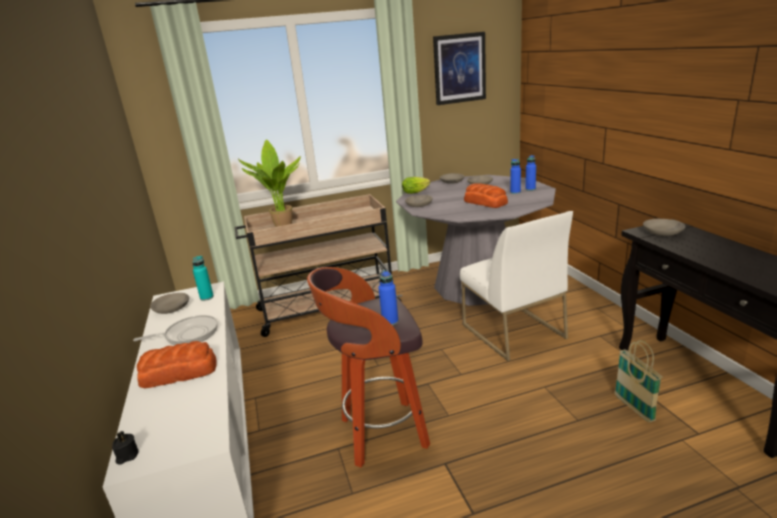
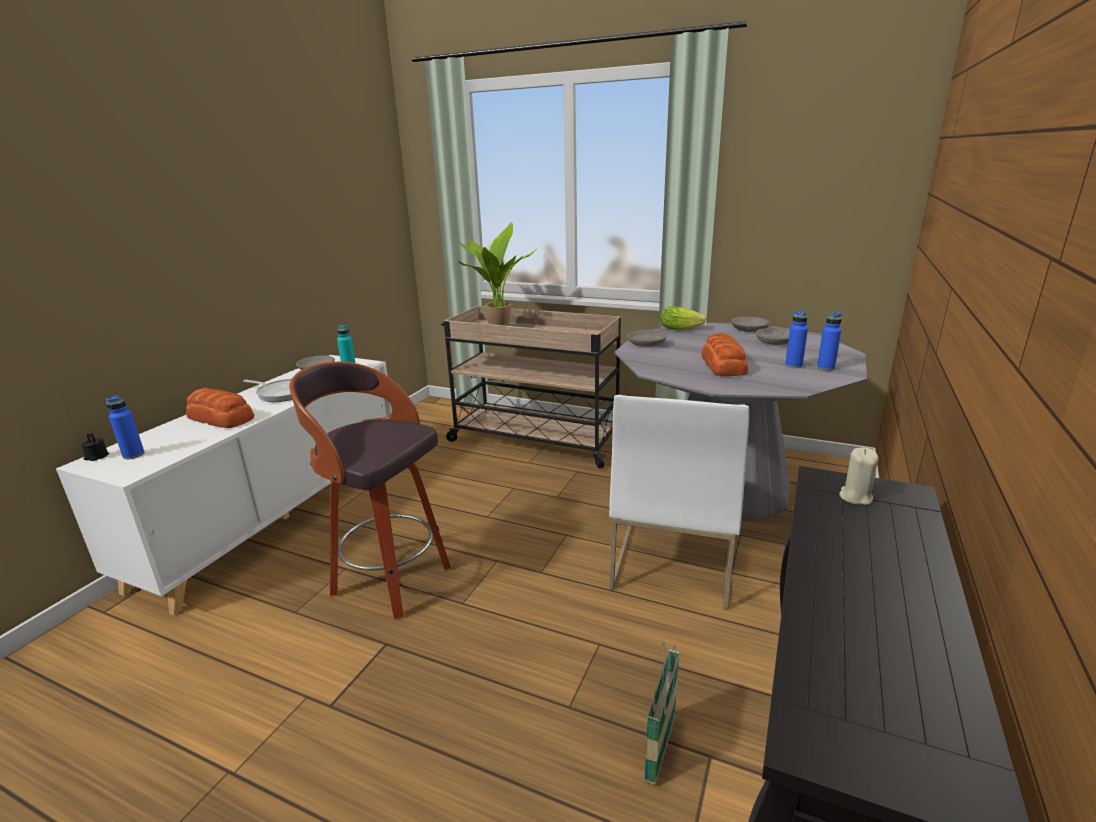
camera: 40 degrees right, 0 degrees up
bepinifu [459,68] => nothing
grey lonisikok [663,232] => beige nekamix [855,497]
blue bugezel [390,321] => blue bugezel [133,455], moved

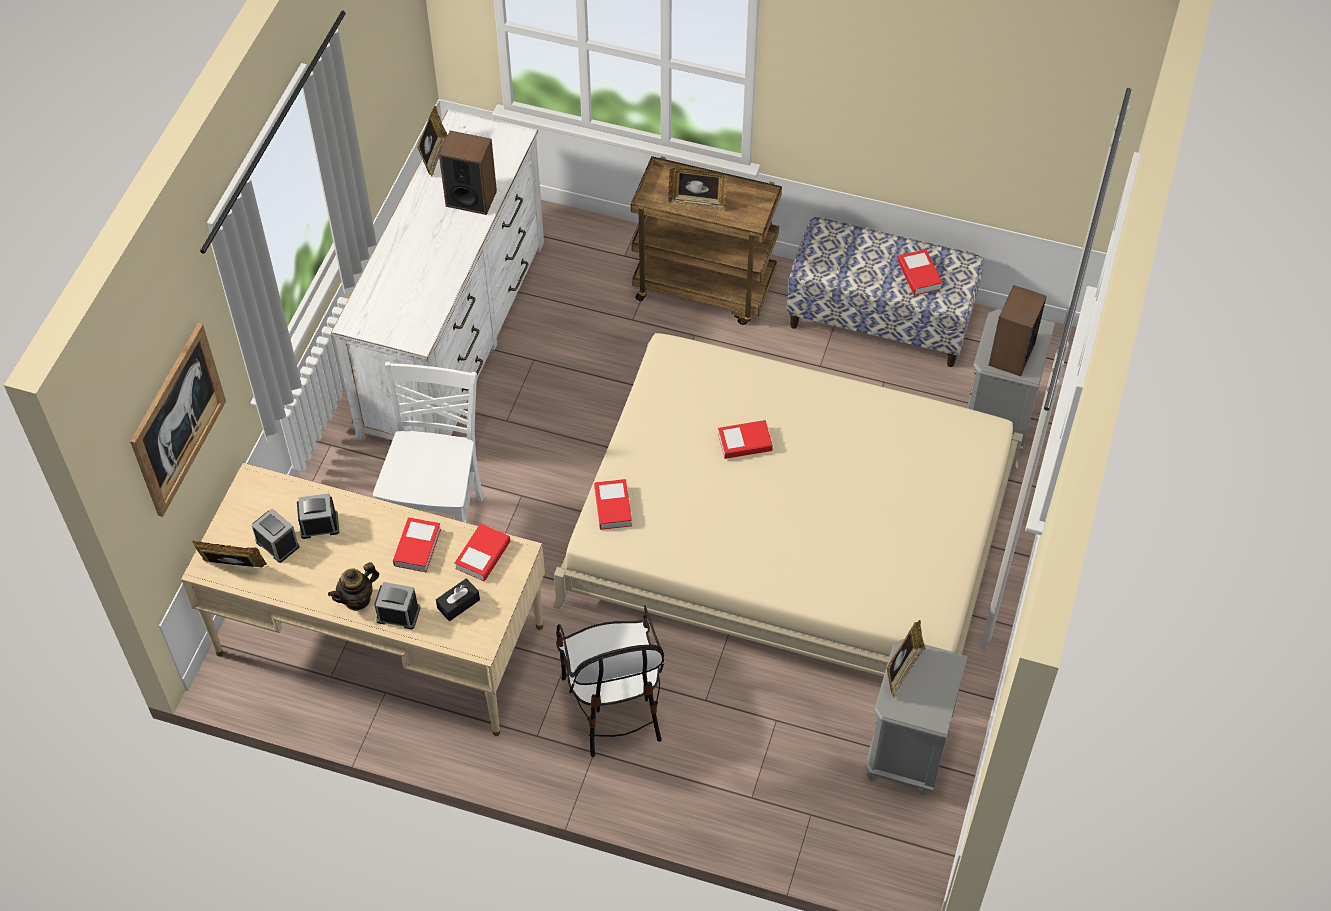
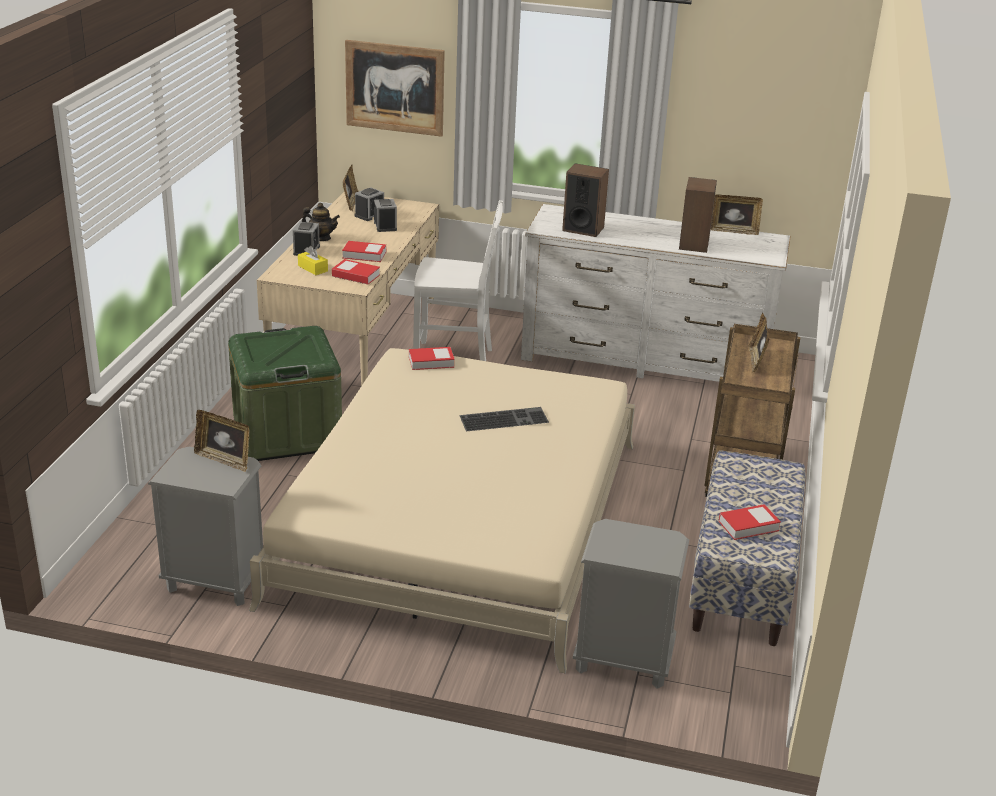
camera: 85 degrees right, 25 degrees down
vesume [1011,355] => vesume [583,229], moved
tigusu [744,442] => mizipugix [504,419]
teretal [357,599] => teretal [321,238], 150 degrees clockwise
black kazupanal [458,604] => yellow kazupanal [313,268]
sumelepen [613,706] => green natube [287,432]

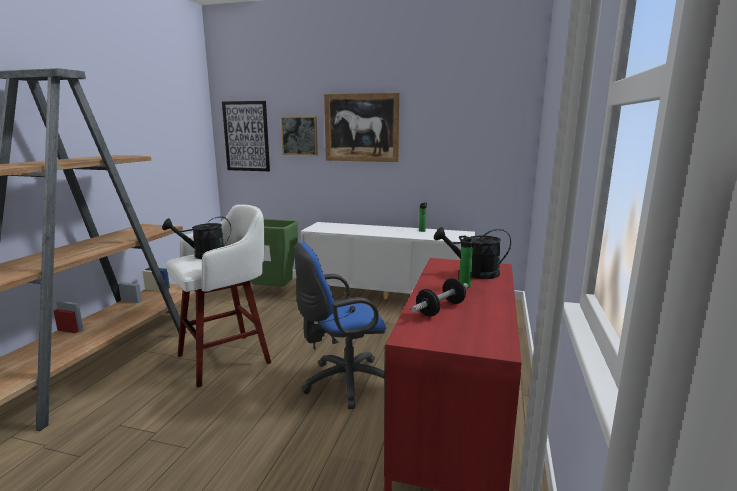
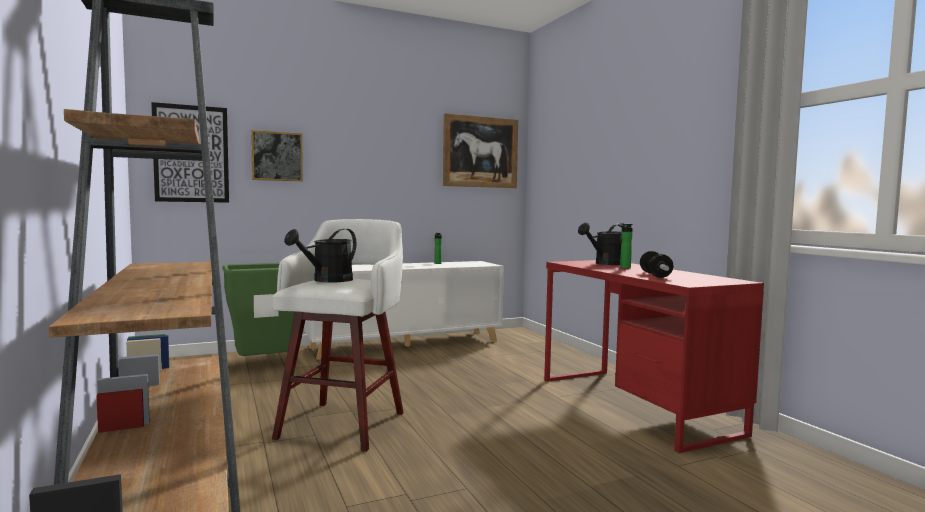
camera: 40 degrees left, 10 degrees down
bepinifu [361,127] => bepinifu [480,152], moved
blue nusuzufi [343,383] => nothing

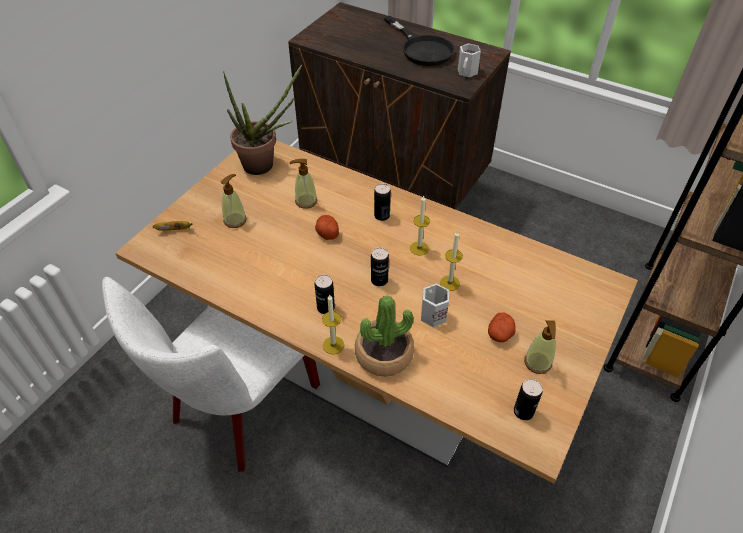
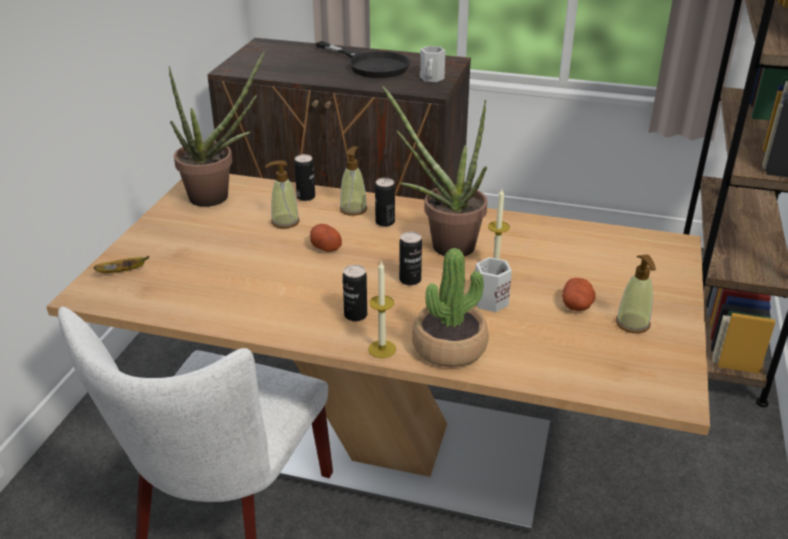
camera: 15 degrees left, 15 degrees down
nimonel [235,220] => nimonel [353,209], moved
nekamix [419,248] => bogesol [444,244]
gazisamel [523,411] => gazisamel [306,197], moved

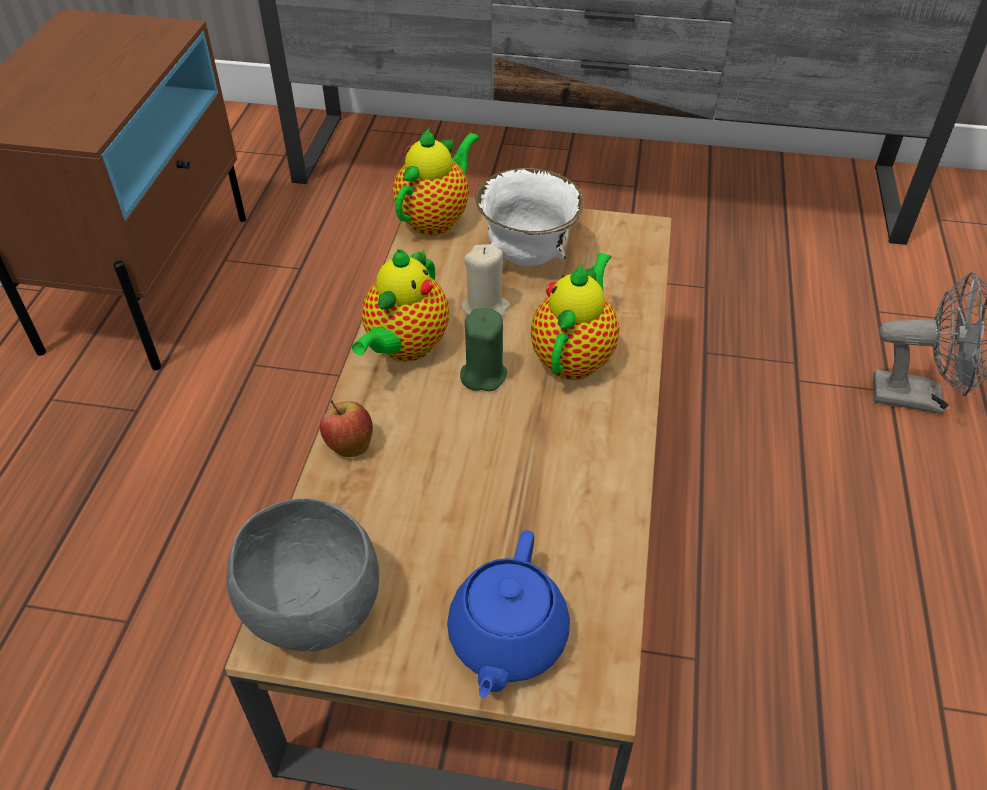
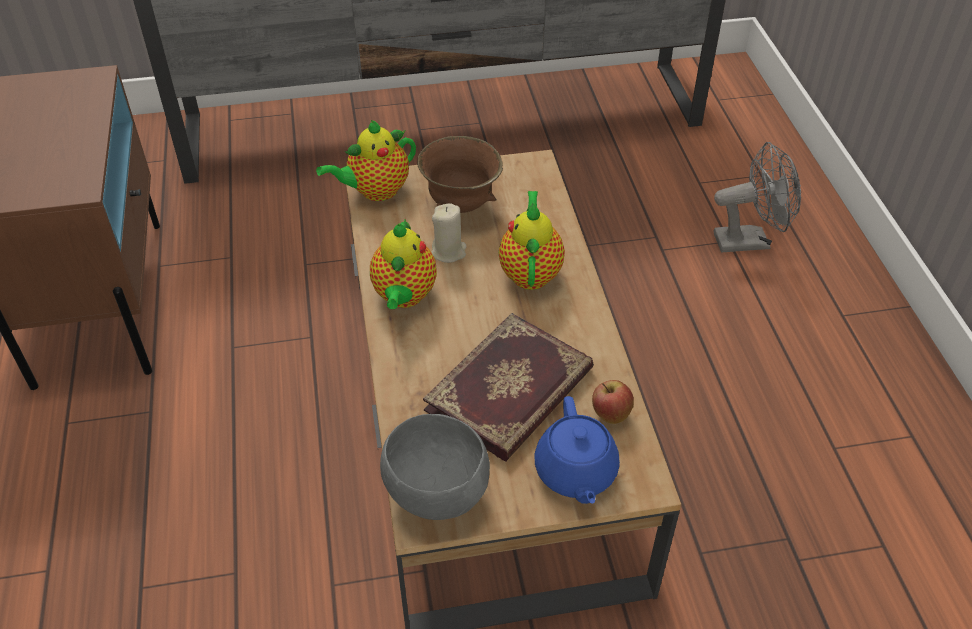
camera: 20 degrees left, 0 degrees up
teretal [436,219] => teretal [375,191], 135 degrees counterclockwise
white lonisikok [527,257] => brown lonisikok [460,206]
green nekamix [483,375] => nothing
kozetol [349,446] => kozetol [610,414], moved
nothing => tigusu [511,391]

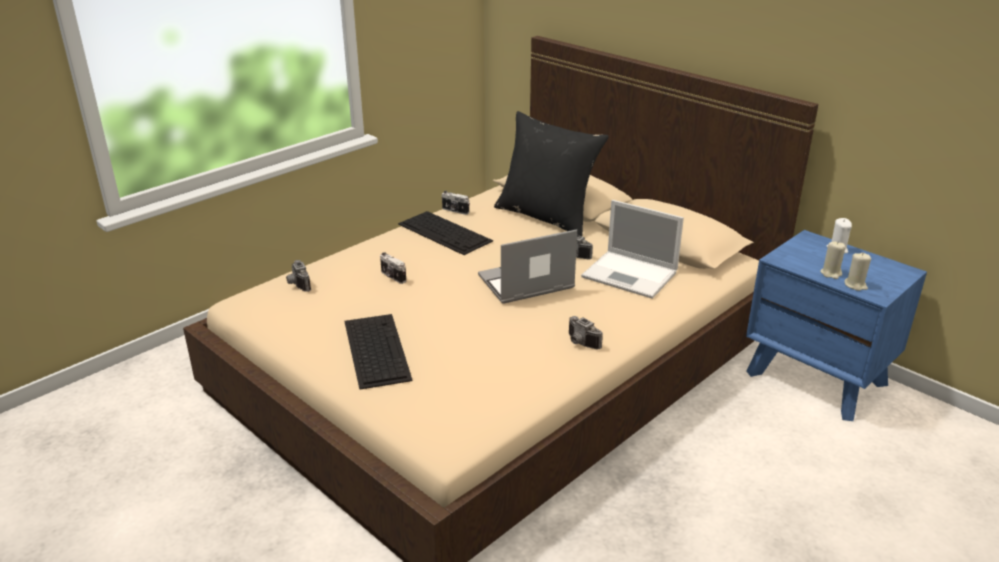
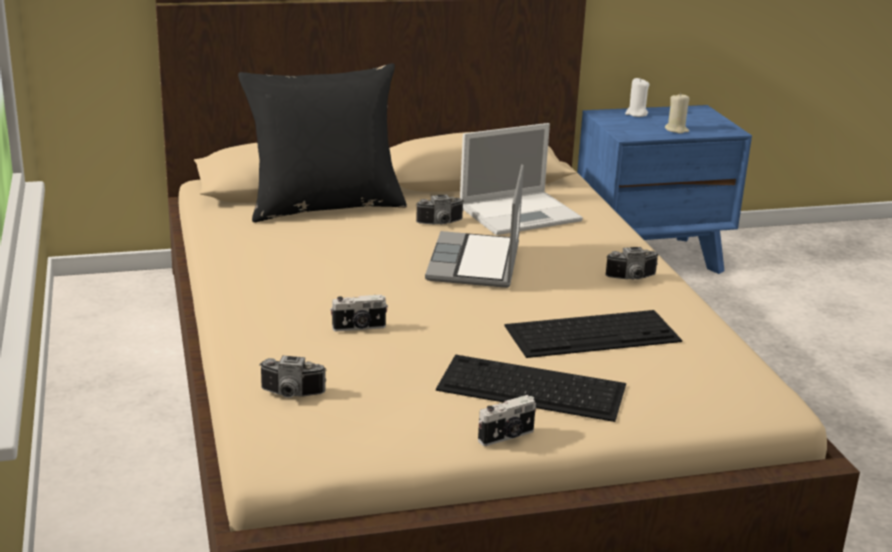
camera: 60 degrees left, 5 degrees down
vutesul [455,211] => vutesul [507,437], moved
mizipugix [445,232] => mizipugix [593,333], moved
beige nekamix [855,285] => nothing

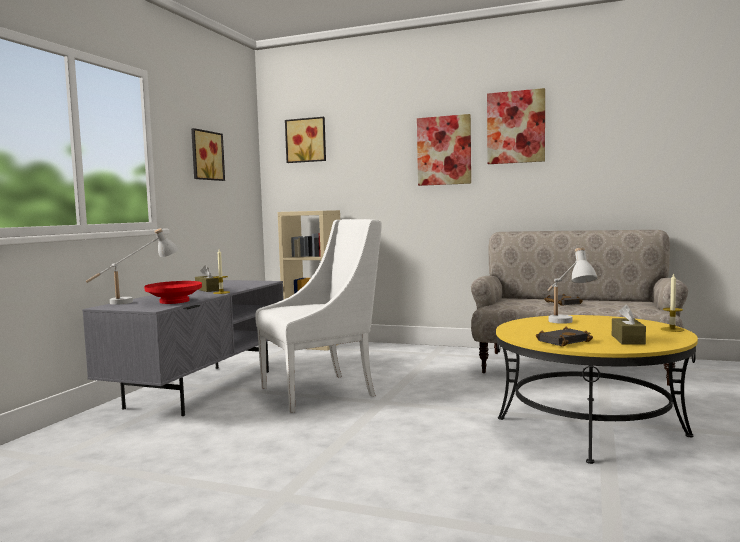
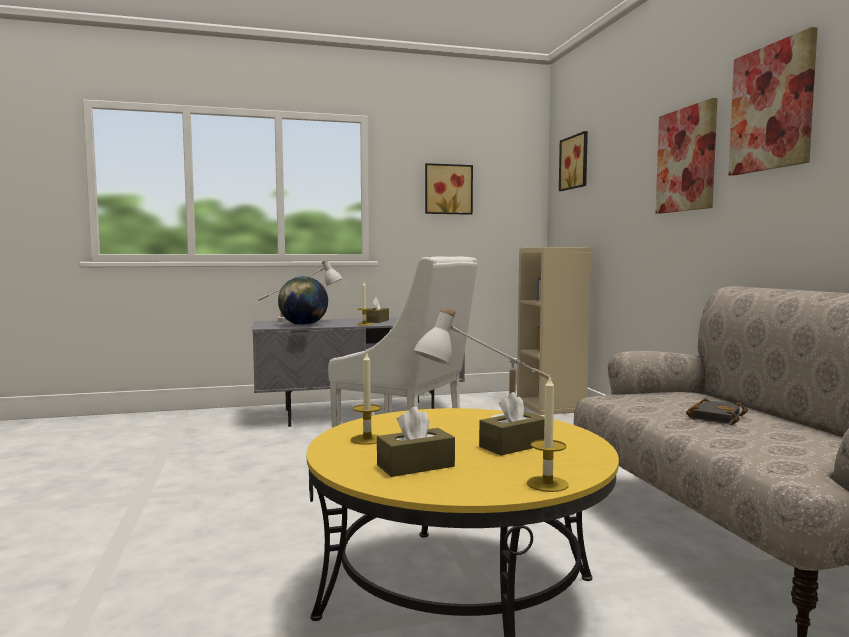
camera: 55 degrees right, 0 degrees up
red lonisikok [174,301] => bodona [303,325]
black tigusu [563,341] => nekamix [367,439]
nothing => brown kazupanal [513,445]

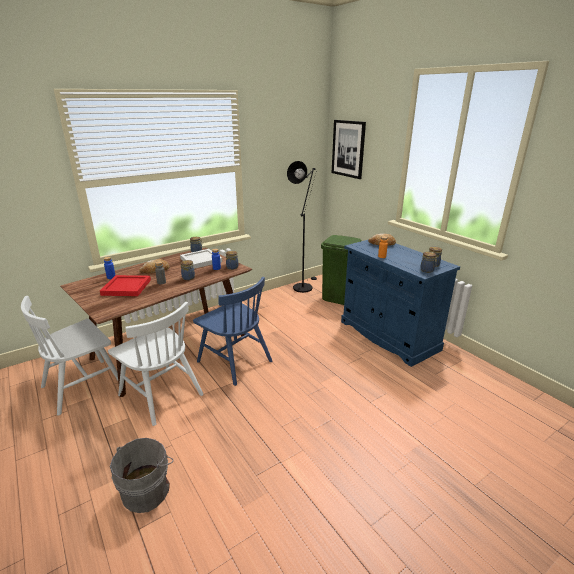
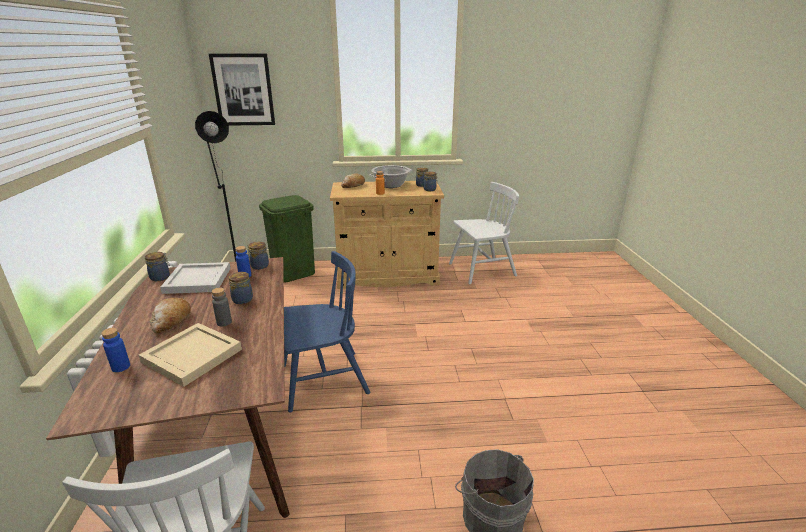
camera: 60 degrees left, 0 degrees up
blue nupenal [388,335] => beige nupenal [387,276]
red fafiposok [127,287] => beige fafiposok [192,355]
white sumelepen [161,394] => white sumelepen [481,270], moved
nothing => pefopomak [391,185]

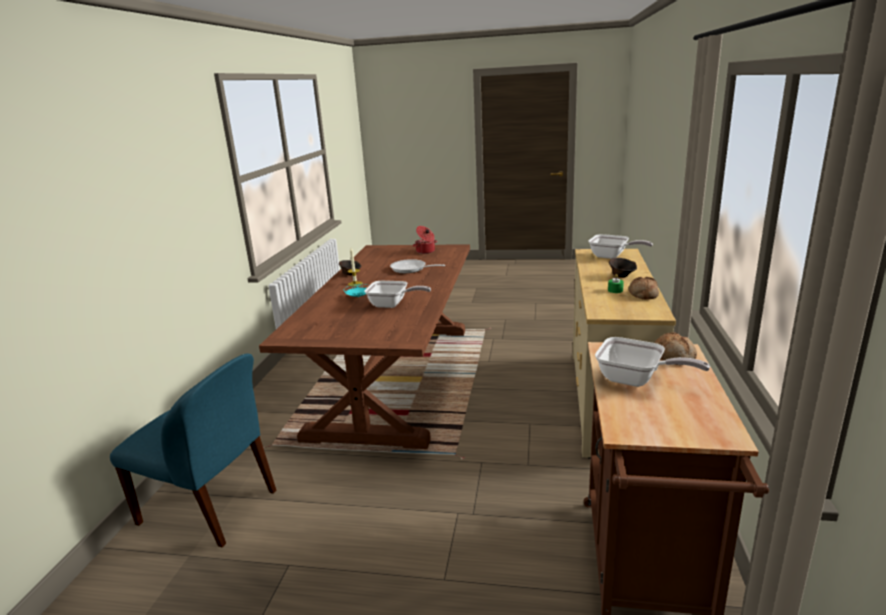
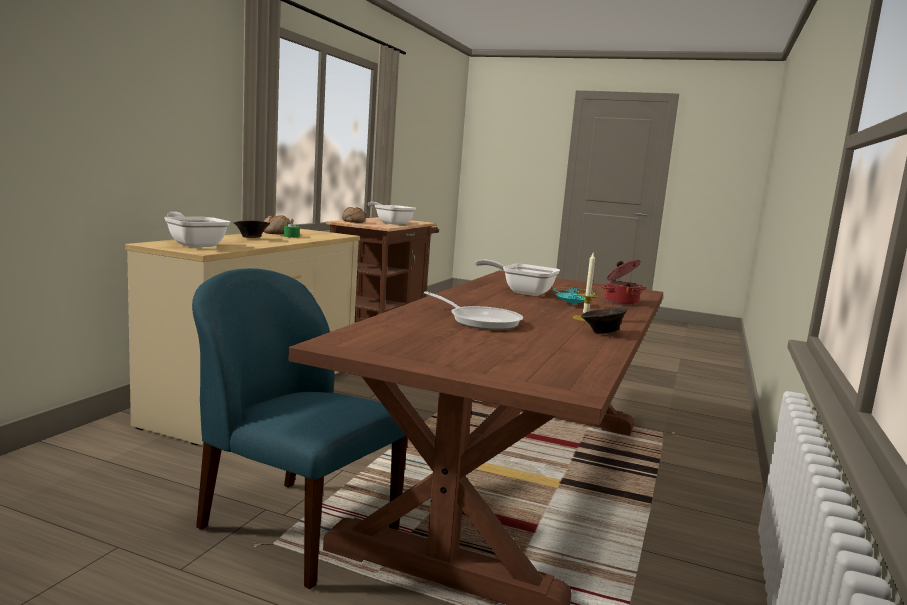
camera: 170 degrees left, 10 degrees down
pefopomak [425,251] => pefopomak [621,302], moved
blue sumelepen [211,508] => blue sumelepen [295,528], moved

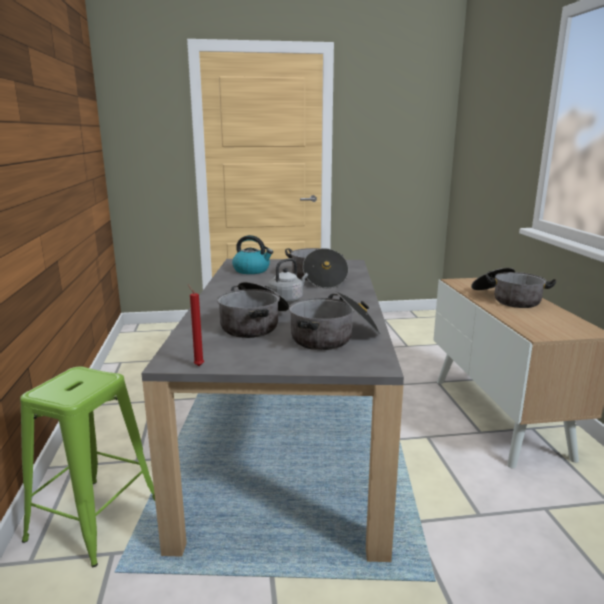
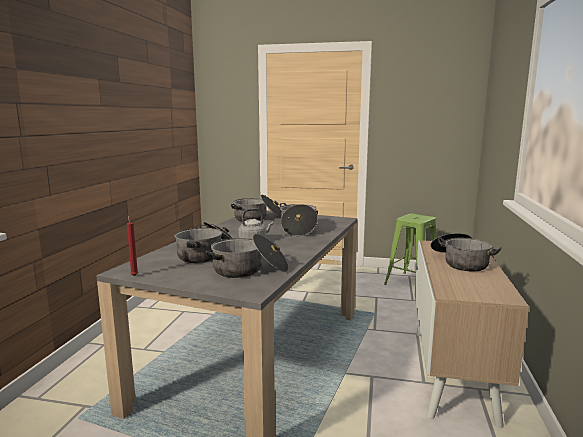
camera: 20 degrees right, 5 degrees down
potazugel [252,270] => pefopomak [258,218]
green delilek [93,520] => green delilek [411,283], moved

